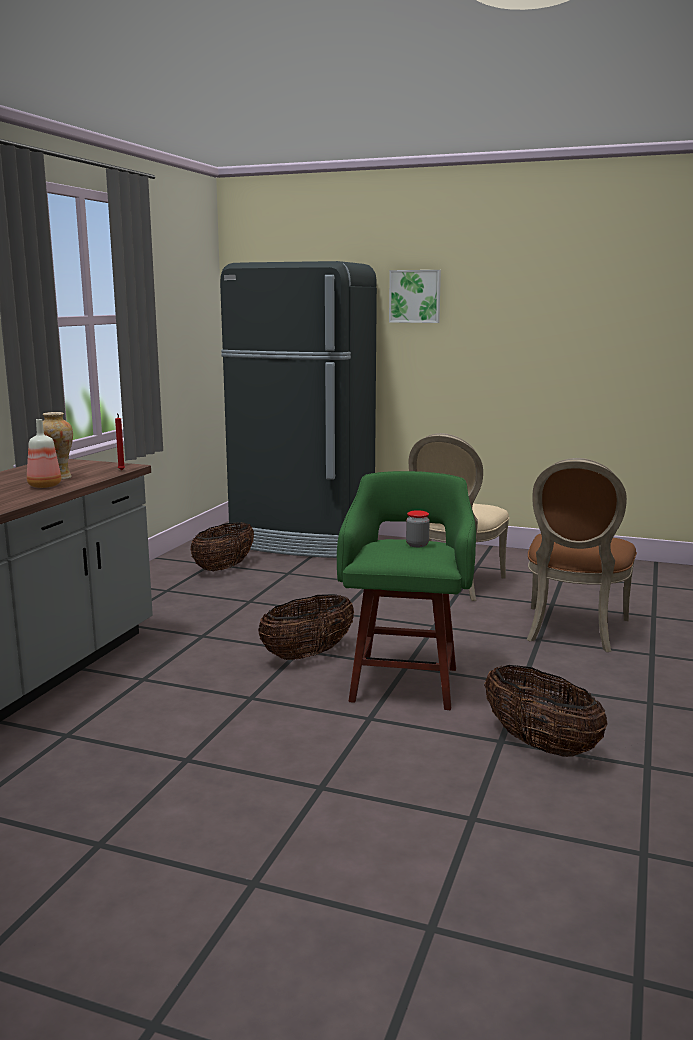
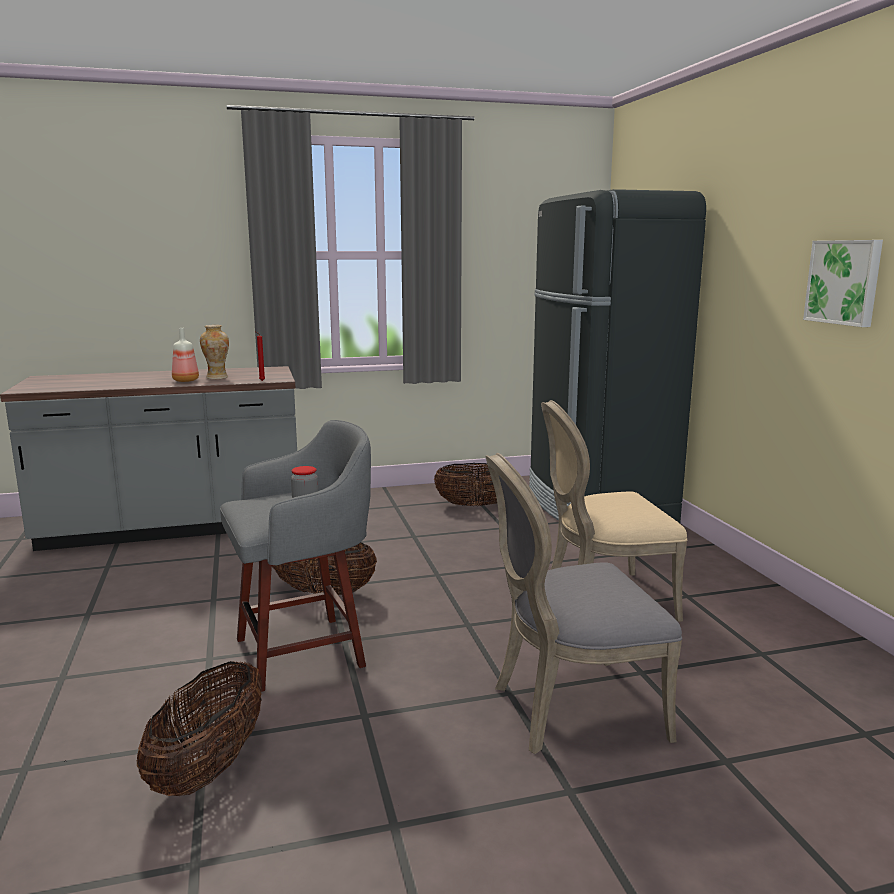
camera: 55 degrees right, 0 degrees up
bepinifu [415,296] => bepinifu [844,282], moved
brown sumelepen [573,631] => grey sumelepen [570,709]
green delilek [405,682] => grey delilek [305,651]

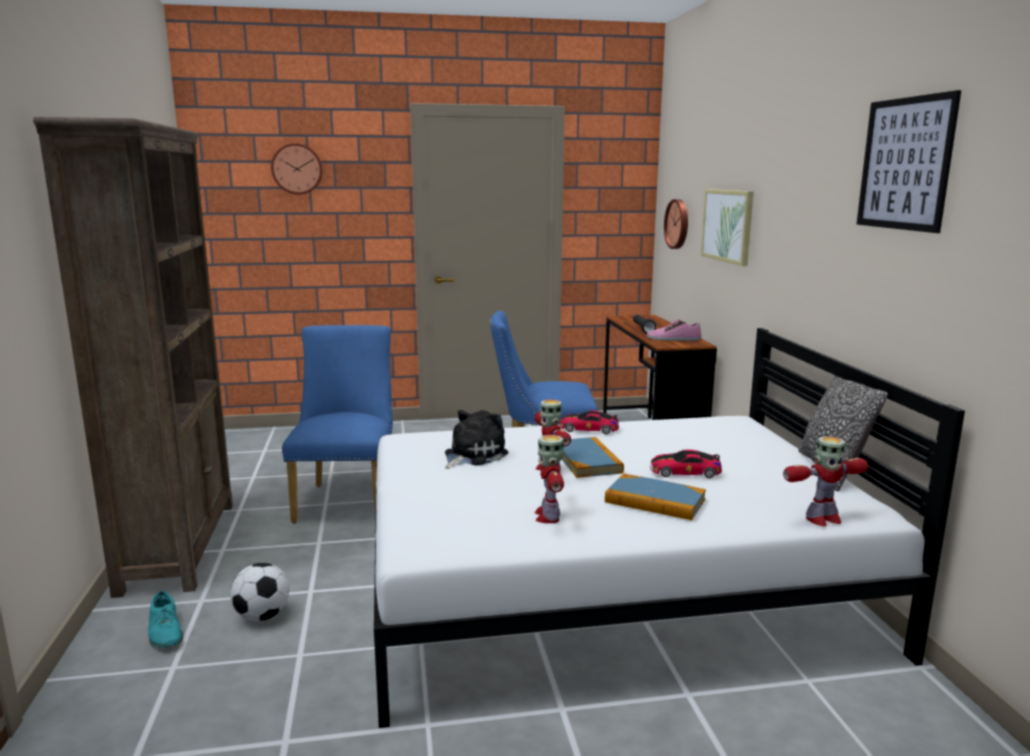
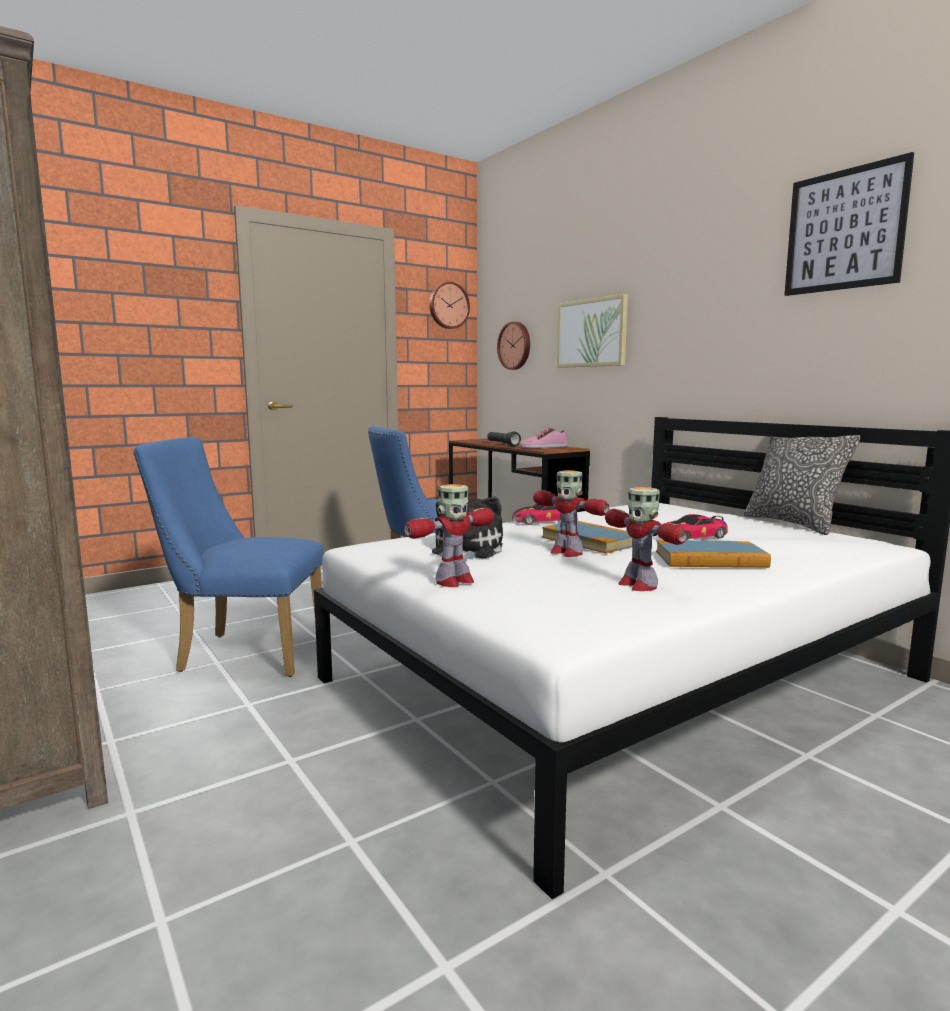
camera: 25 degrees left, 5 degrees down
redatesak [297,169] => redatesak [448,305], moved
blue sumelepen [347,499] => blue sumelepen [243,653], 60 degrees counterclockwise
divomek [822,519] => divomek [453,581], moved
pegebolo [262,616] => nothing
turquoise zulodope [165,631] => nothing

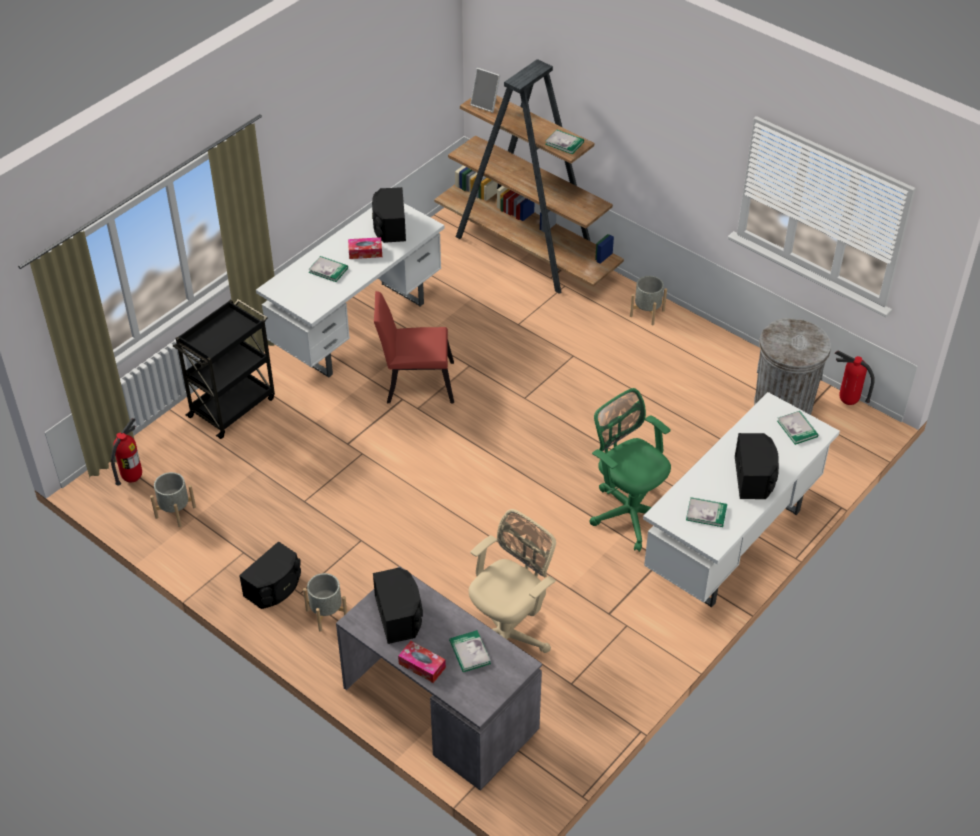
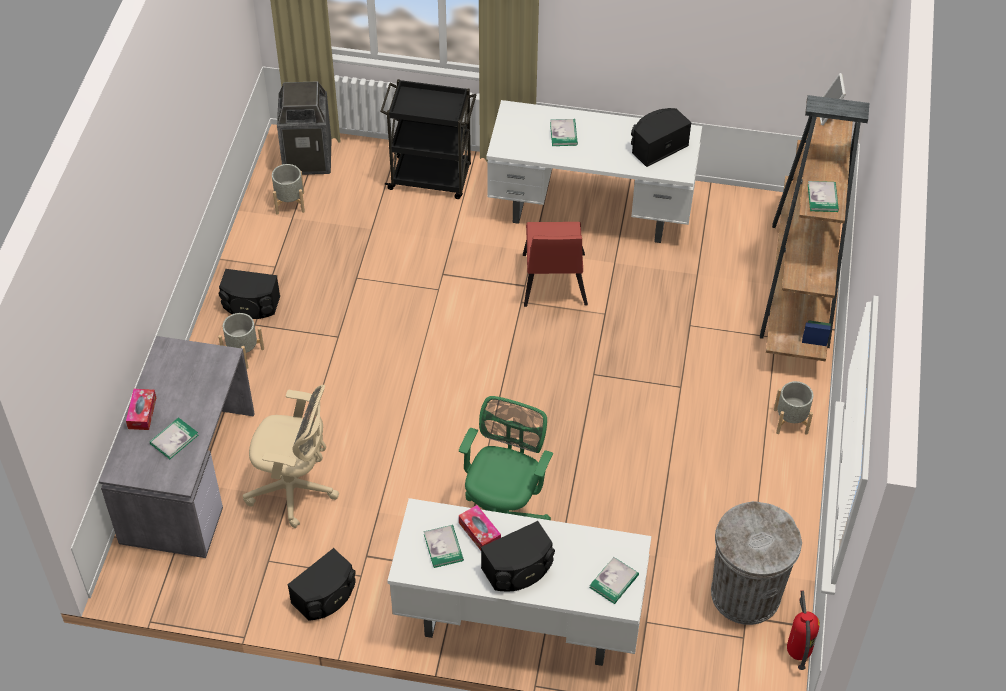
camera: 60 degrees right, 5 degrees up
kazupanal [365,252] => kazupanal [479,532], moved
red sumelepen [415,381] => red sumelepen [553,284], 150 degrees counterclockwise
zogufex [132,478] => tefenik [308,158]
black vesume [399,615] => black vesume [326,596], moved

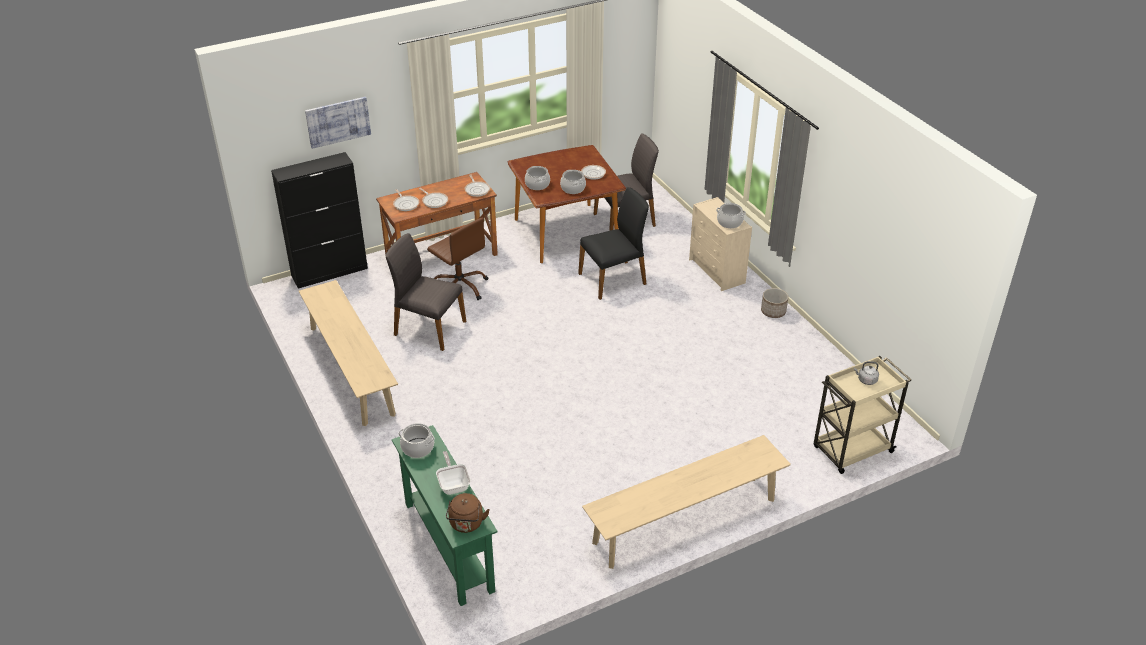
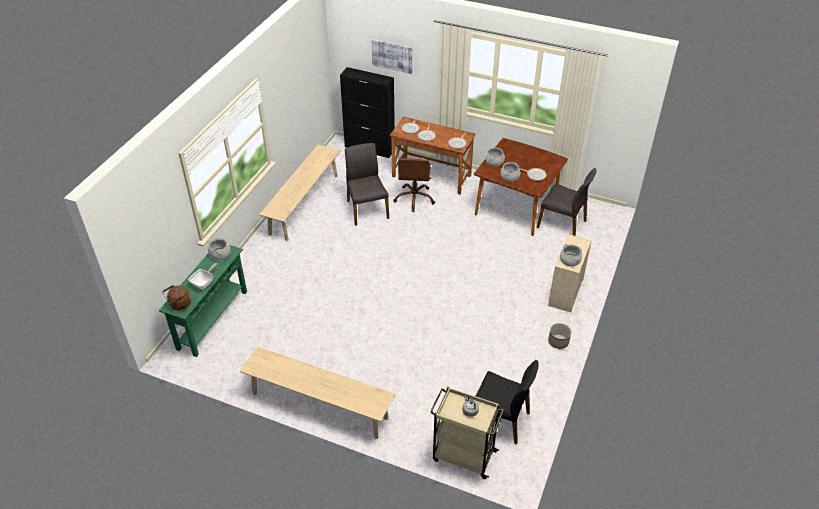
camera: 50 degrees right, 5 degrees up
black sumelepen [613,279] => black sumelepen [500,419], moved

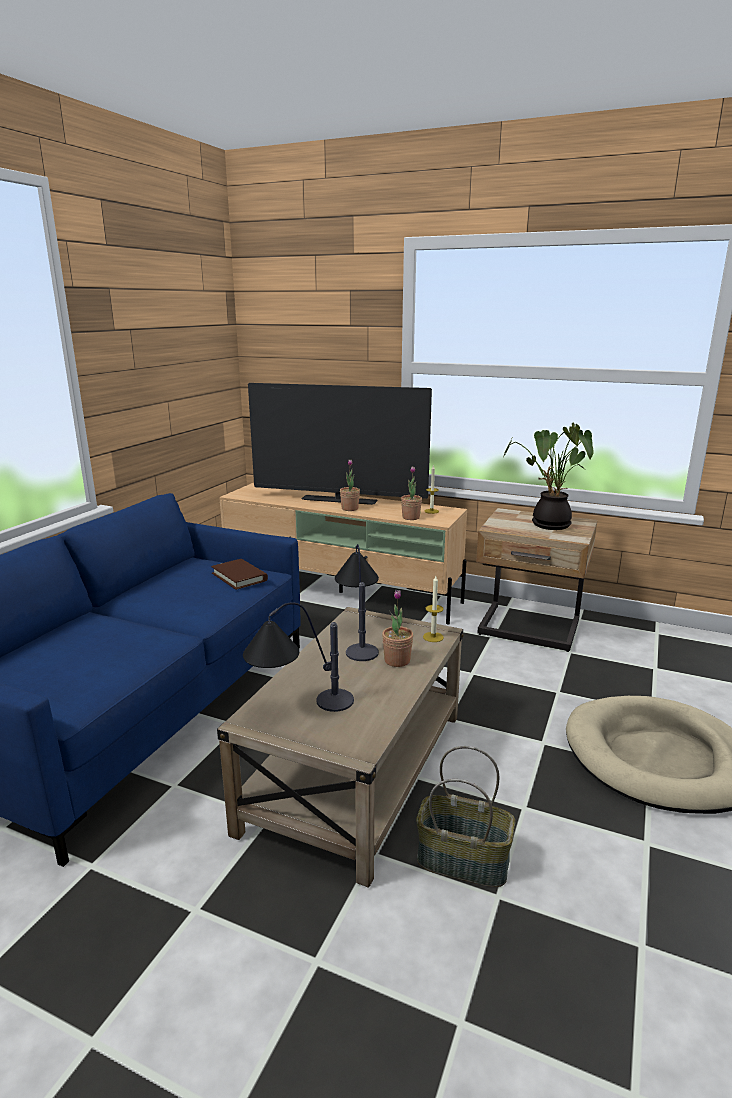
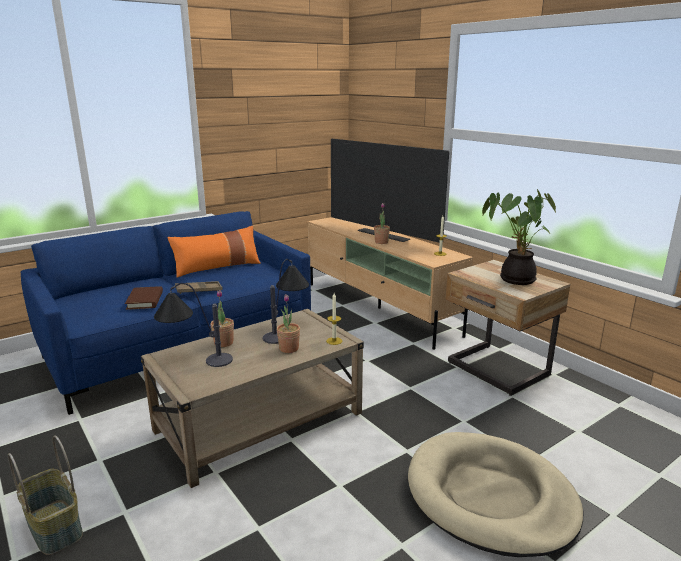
camera: 30 degrees right, 0 degrees up
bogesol [411,517] => bogesol [223,343], moved
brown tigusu [239,577] => brown tigusu [145,300], moved
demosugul [464,860] => demosugul [56,527], moved
nothing => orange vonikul [217,267]
nothing => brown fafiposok [199,290]

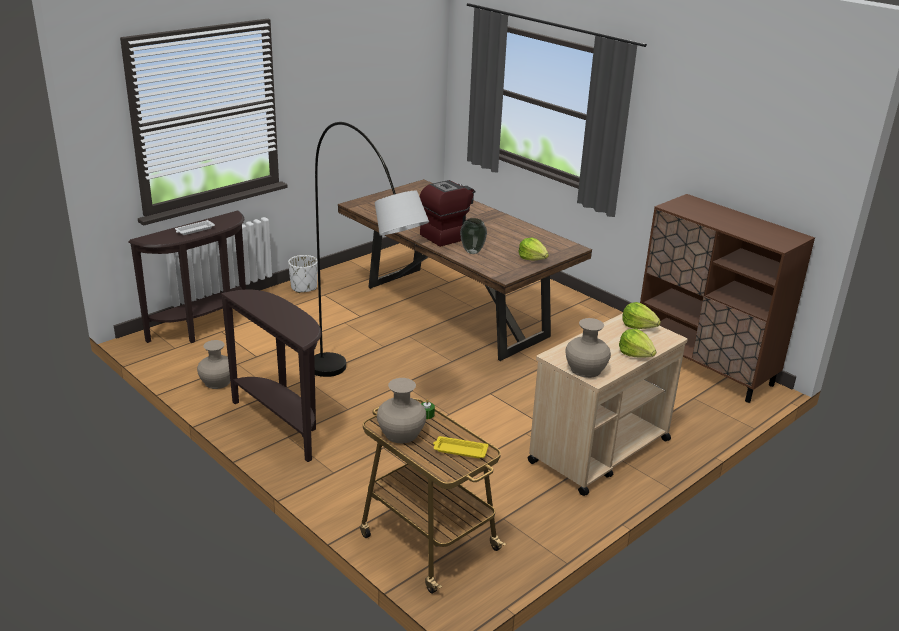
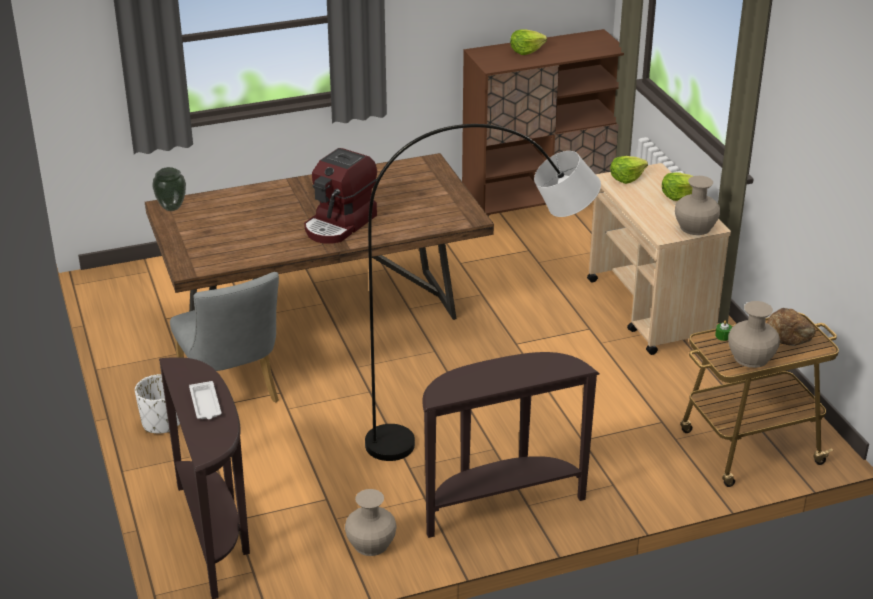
camera: 65 degrees left, 5 degrees up
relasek [450,235] => relasek [340,224], 135 degrees counterclockwise
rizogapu [472,251] => rizogapu [171,208], moved
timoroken [532,258] => timoroken [526,51], moved
yellow fafiposok [459,450] => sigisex [790,332]
nothing => grey sumelepen [233,394]

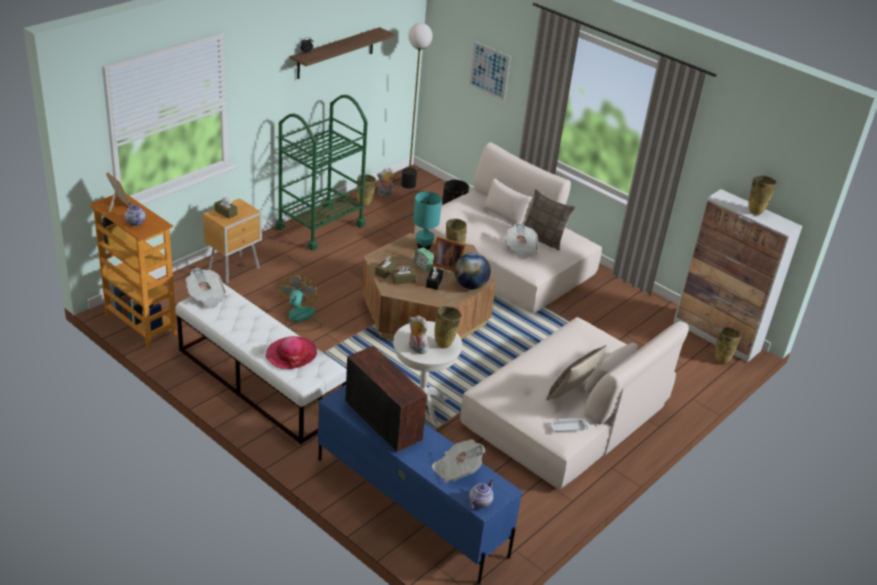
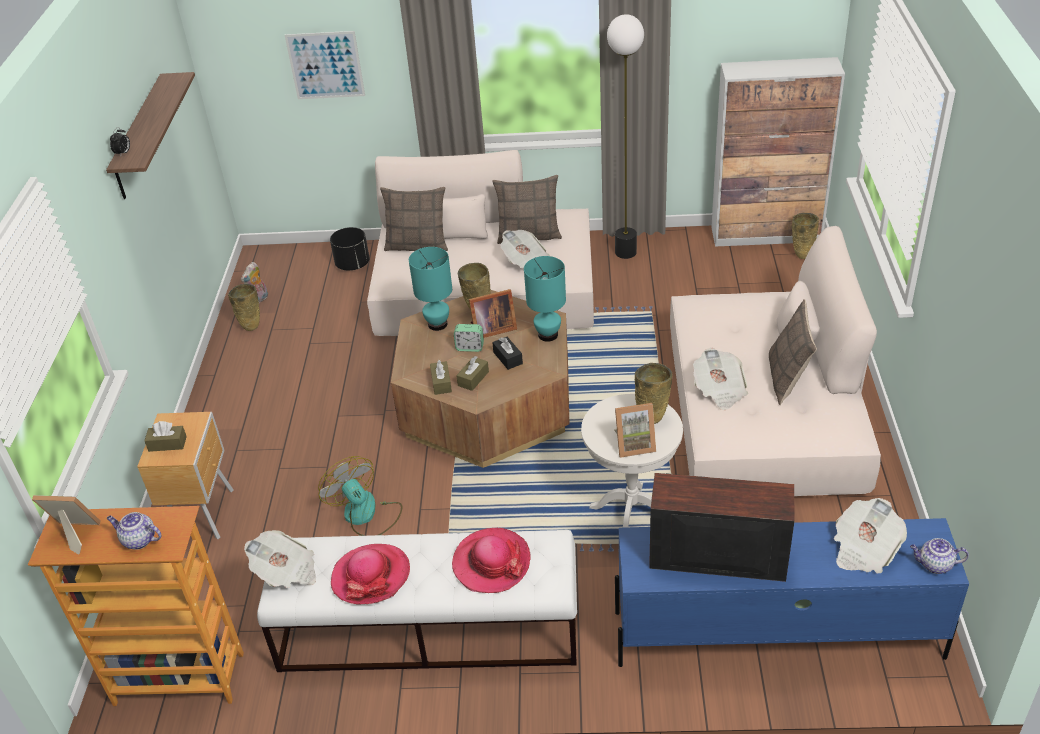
camera: 35 degrees left, 5 degrees up
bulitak [408,185] => bulitak [626,252], moved
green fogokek [320,226] => nothing
beige rizogapu [756,211] => nothing
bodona [470,285] => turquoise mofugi [548,334]
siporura [416,349] => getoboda [634,445]
white fafiposok [567,427] => nothing
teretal [480,502] => teretal [934,565], 75 degrees counterclockwise
nothing => vonikul [417,245]
nothing => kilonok [719,390]
nothing => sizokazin [371,576]

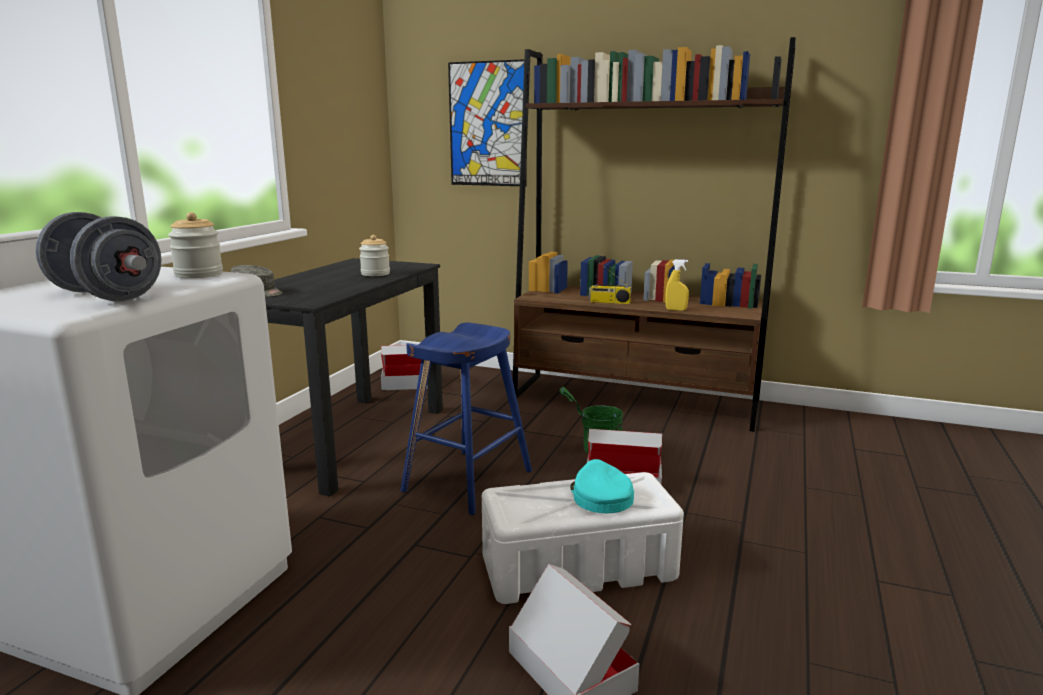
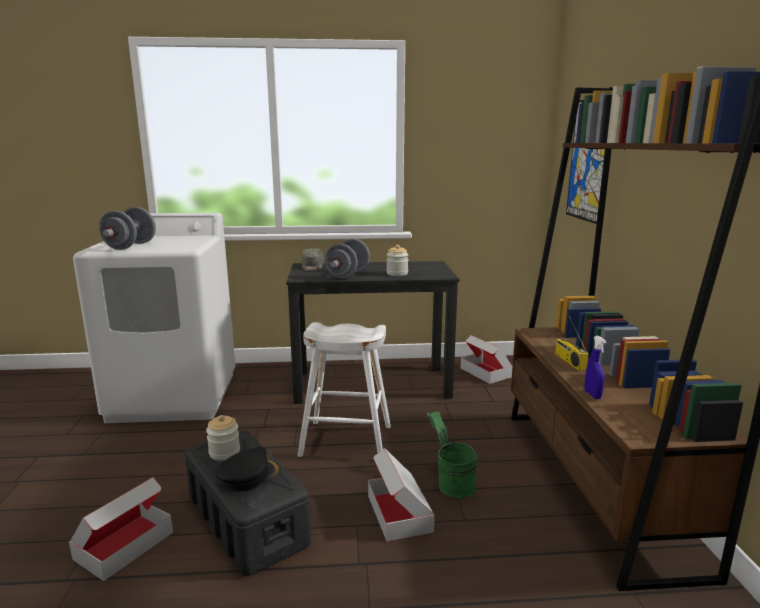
camera: 65 degrees right, 0 degrees up
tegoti [199,274] => tegoti [224,452], moved
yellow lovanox [676,310] => blue lovanox [592,395]
blue delilek [468,480] => white delilek [346,441]
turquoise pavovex [600,496] => black pavovex [248,475]
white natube [577,567] => black natube [246,519]
nothing => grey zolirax [348,274]

